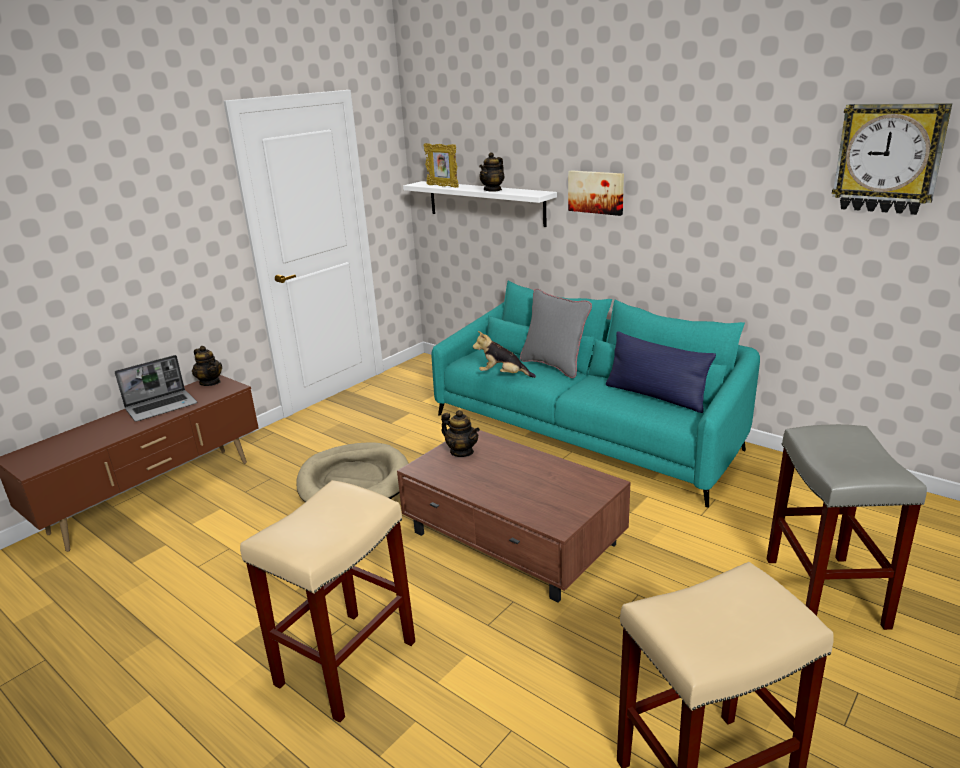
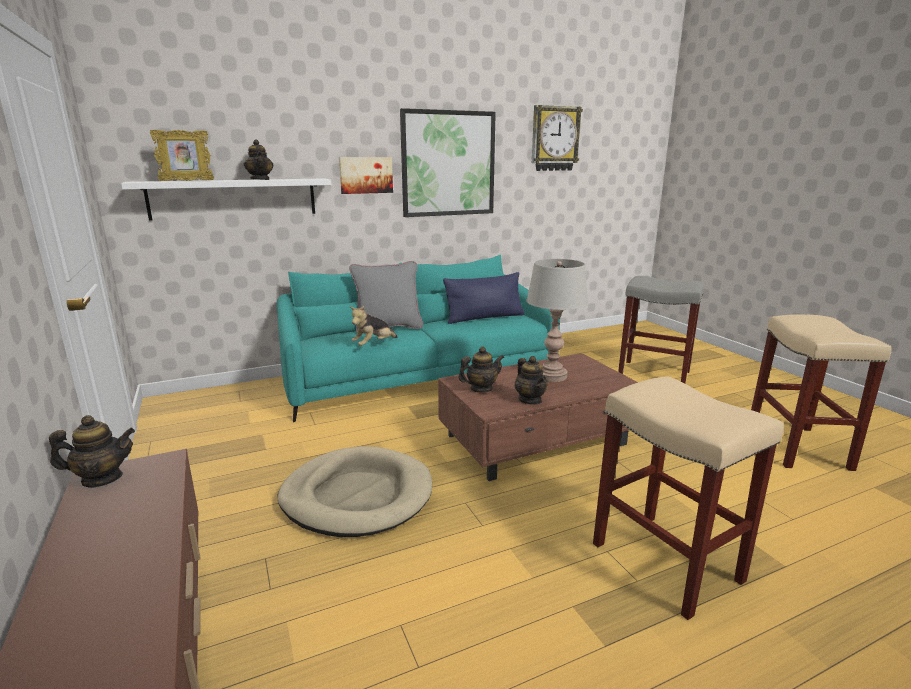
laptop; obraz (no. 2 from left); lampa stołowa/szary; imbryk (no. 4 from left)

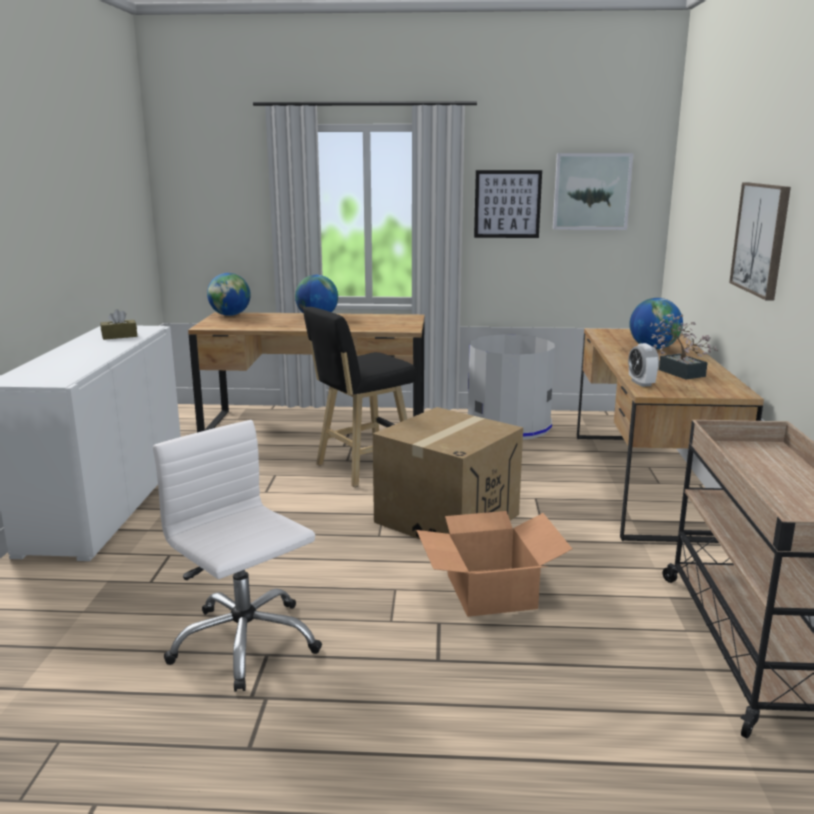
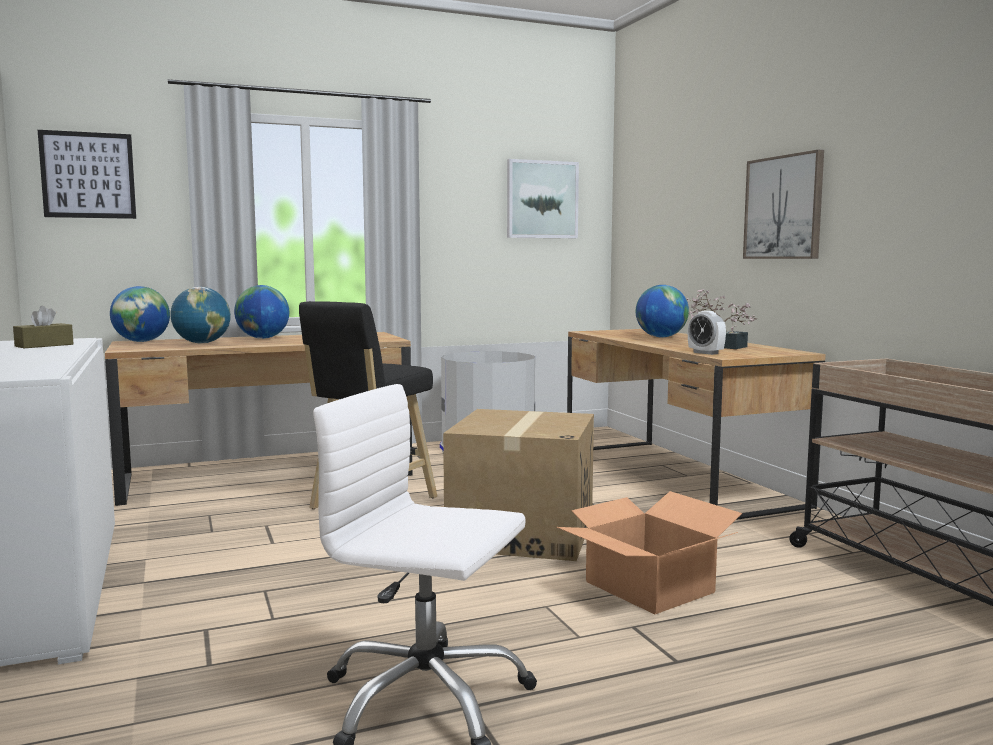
obraz (no. 1 from left); globus (no. 2 from left)

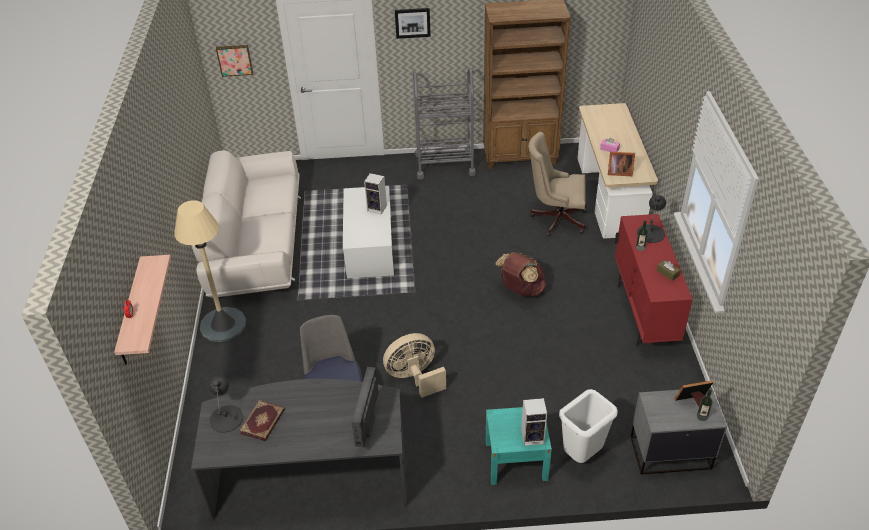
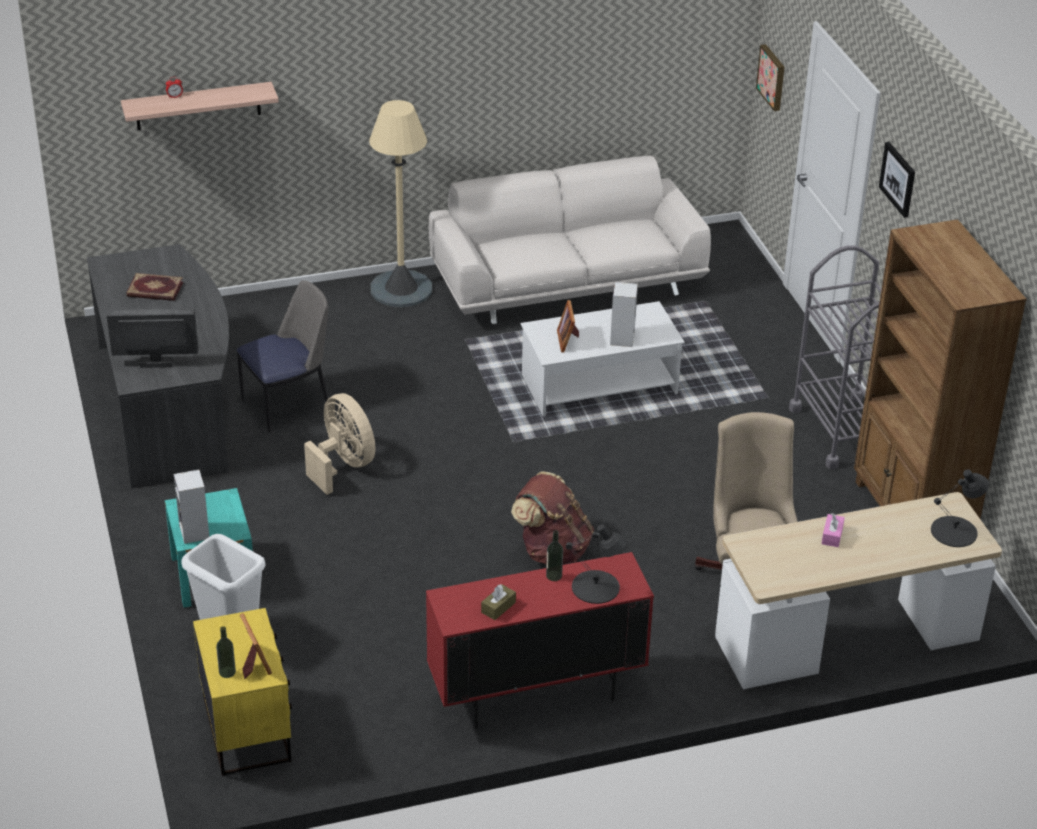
ramka na zdjęcie (no. 2 from left); lampa stołowa/czarny (no. 2 from left); szafka nocna/żółty

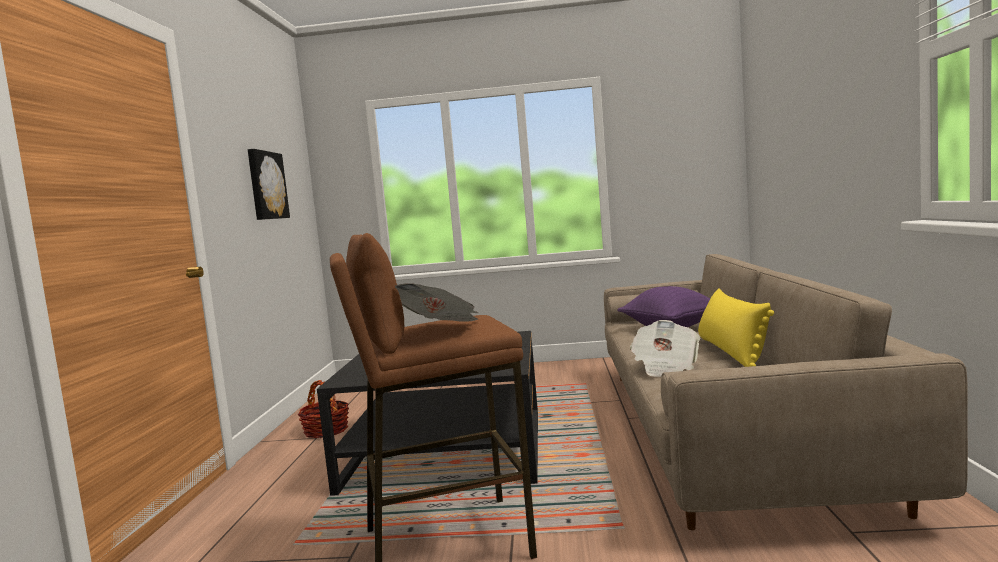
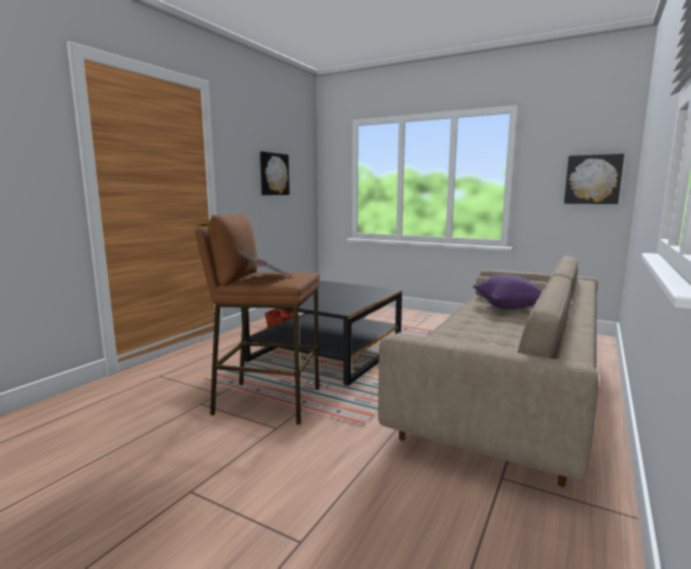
poduszka/żółty; gazeta (no. 2 from left in the first image); obraz (no. 2 from left)

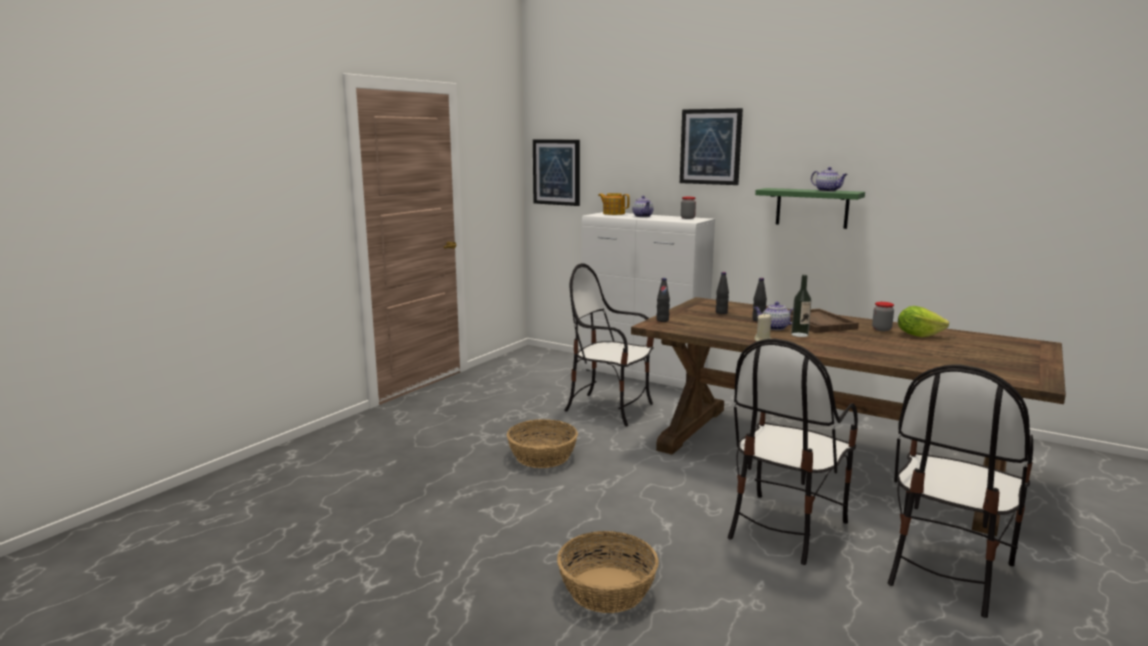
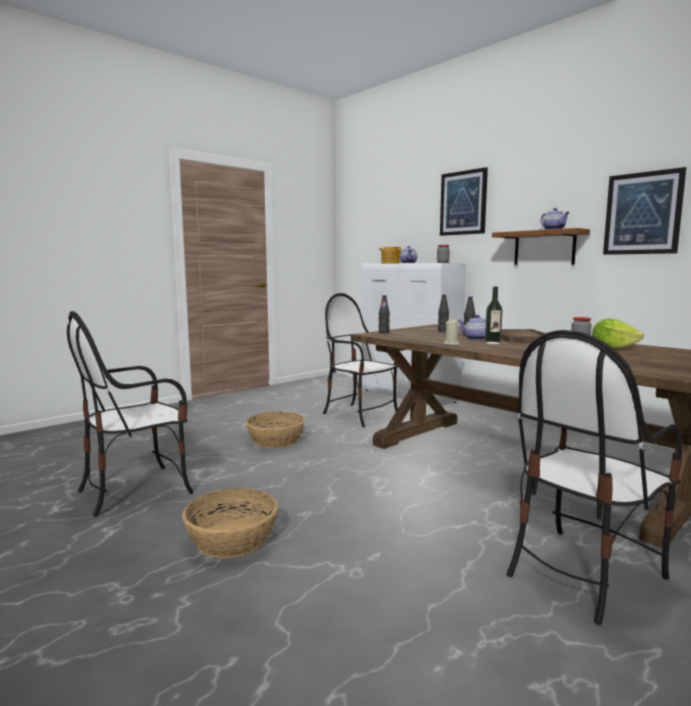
obraz (no. 2 from left); półka/brązowy; krzesło (no. 1 from left)

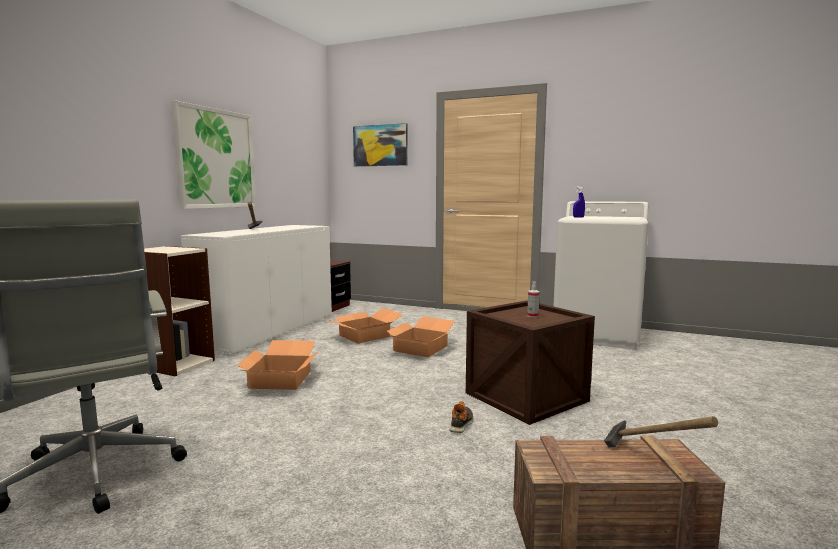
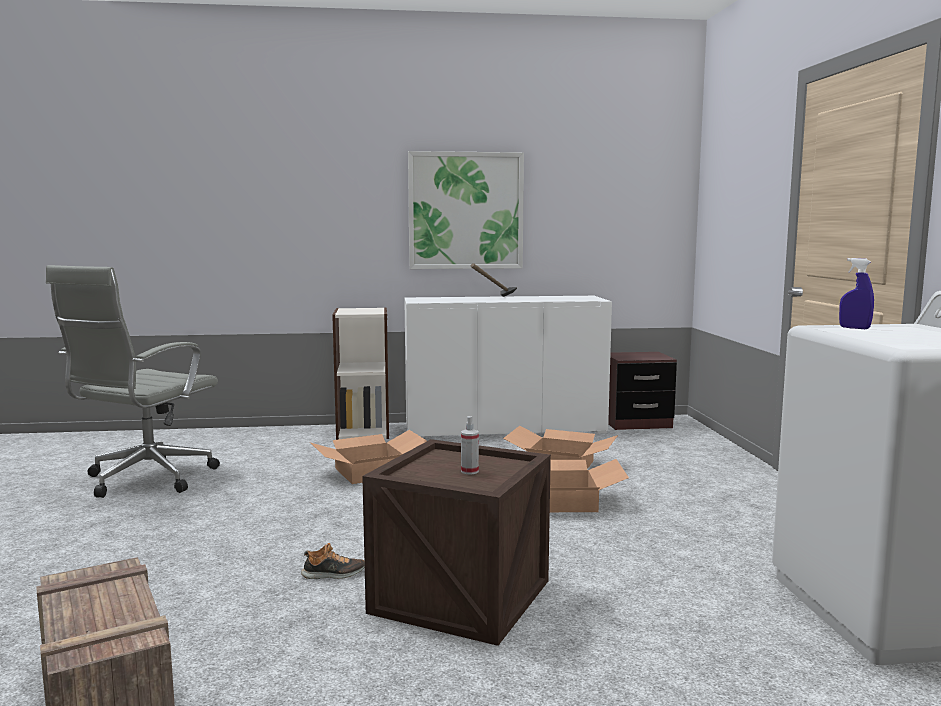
obraz (no. 2 from left in the first image); młotek (no. 2 from left in the first image)

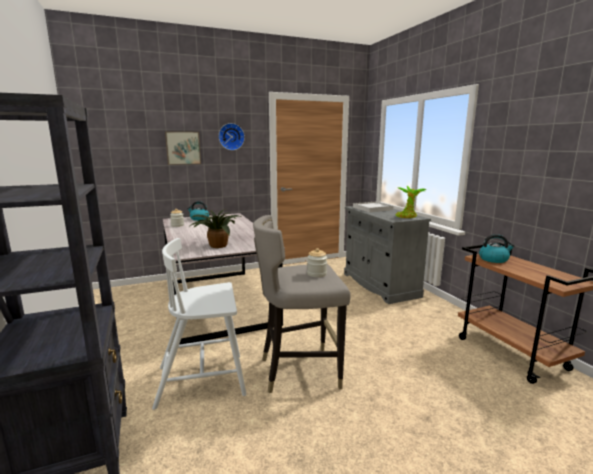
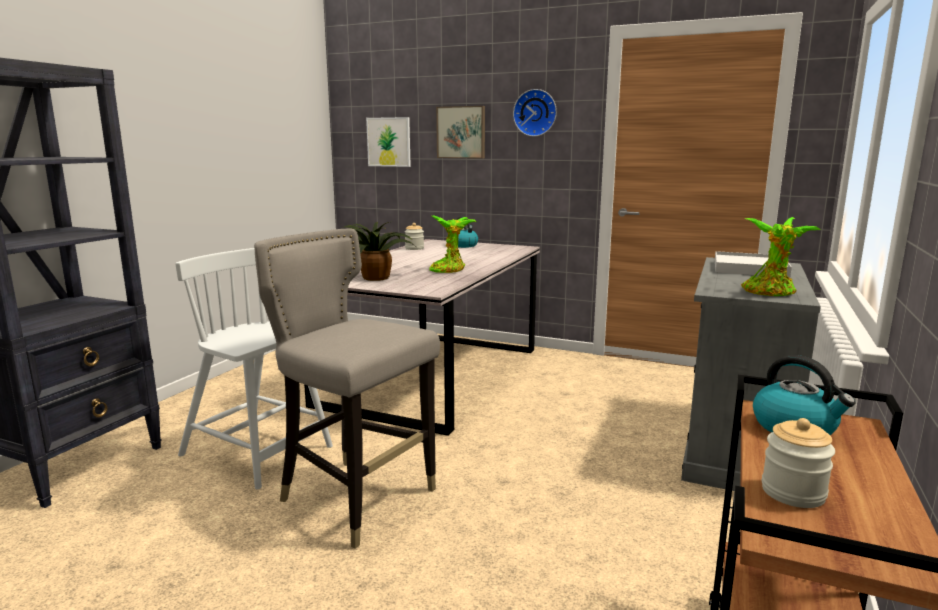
słoik (no. 2 from left); obraz (no. 1 from left); roślina doniczkowa (no. 2 from left)

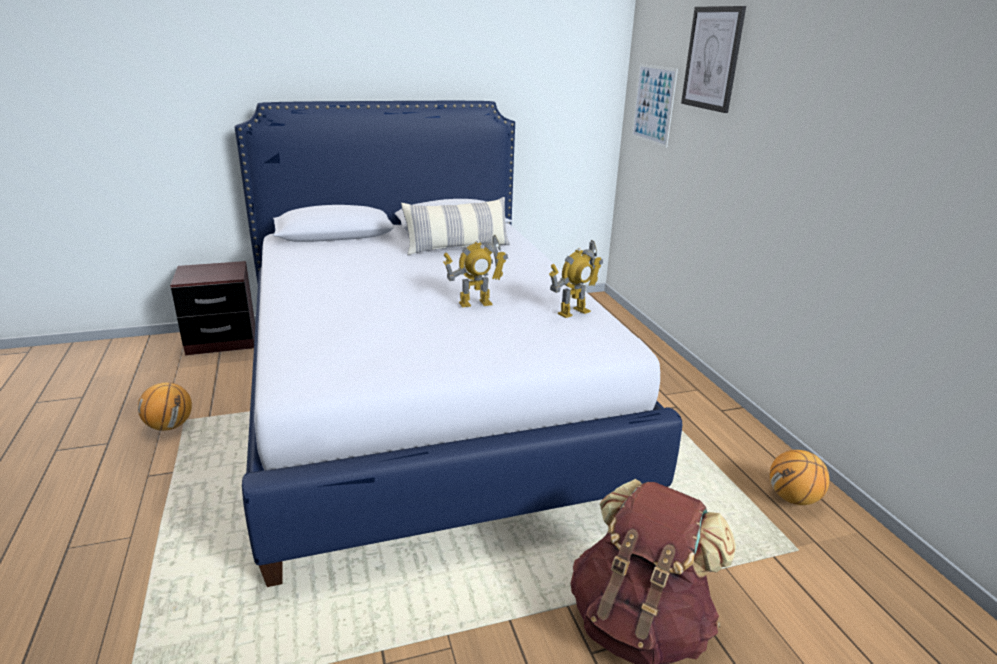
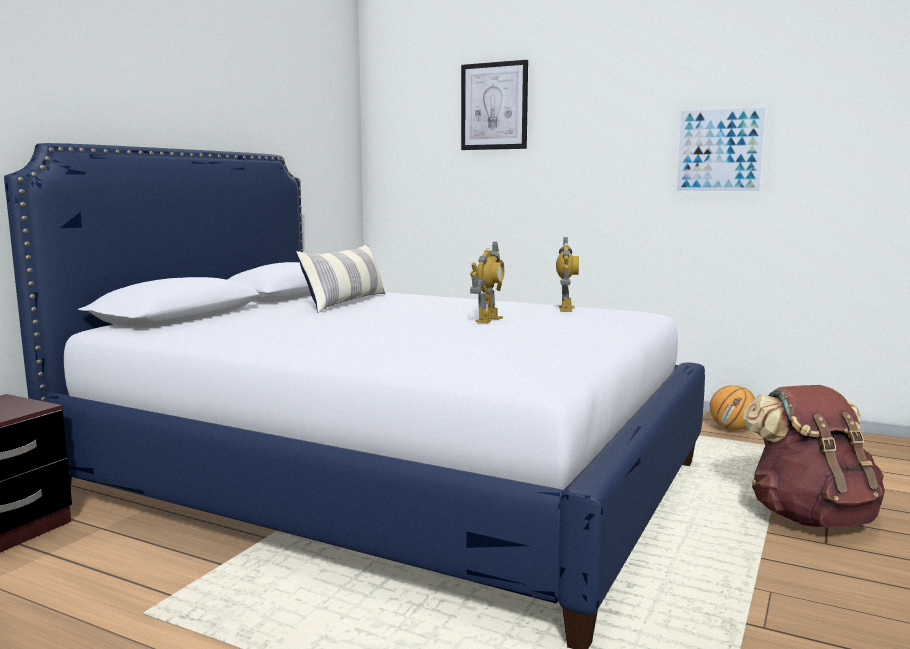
obraz (no. 2 from left); piłka do koszykówki (no. 1 from left in the first image)

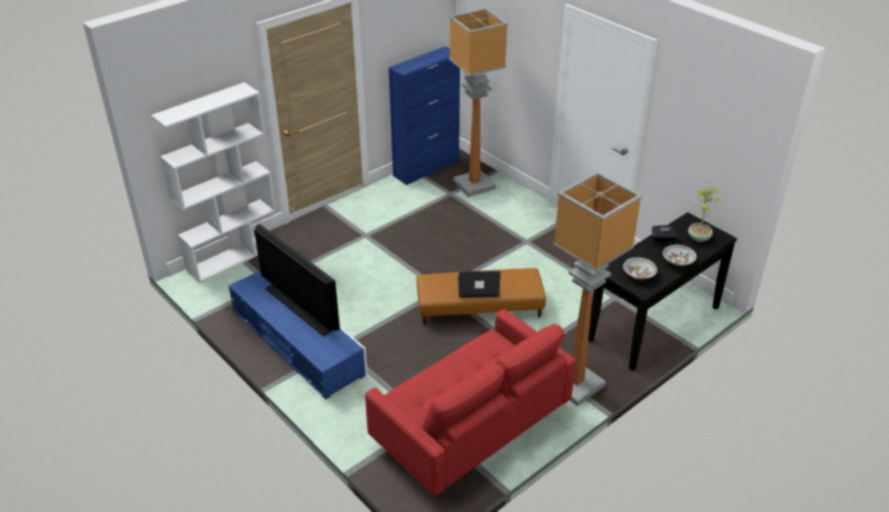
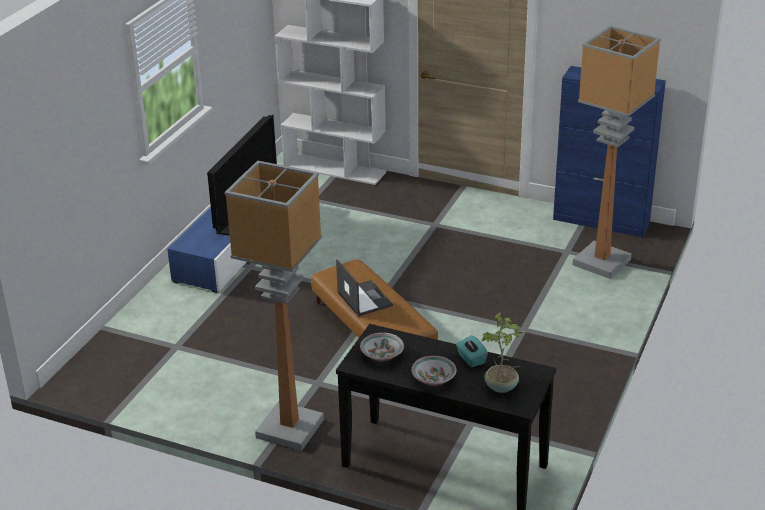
pudełko chusteczek/turkusowy; kanapa/czerwony

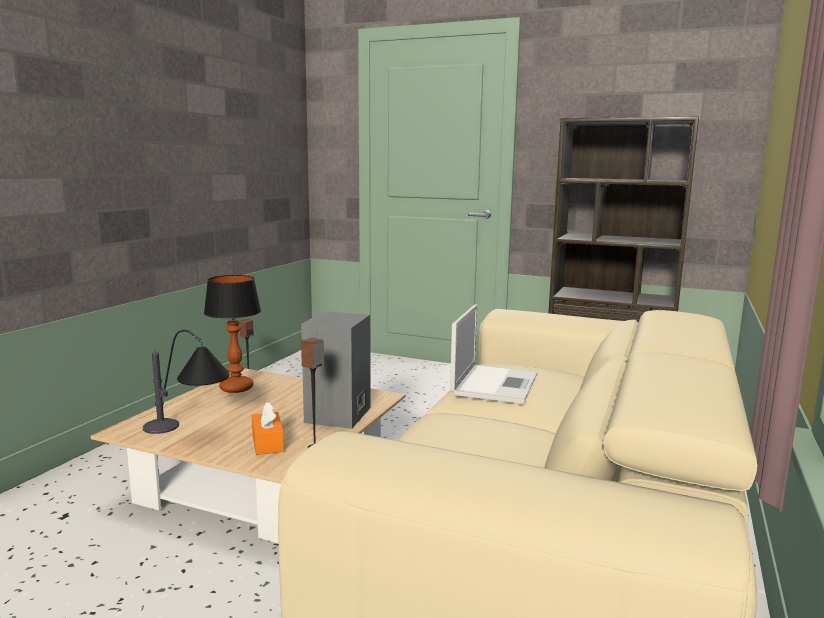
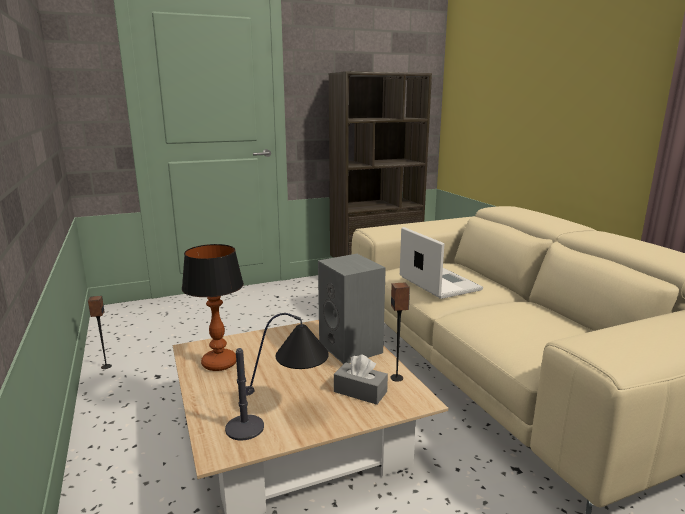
pudełko chusteczek/szary

